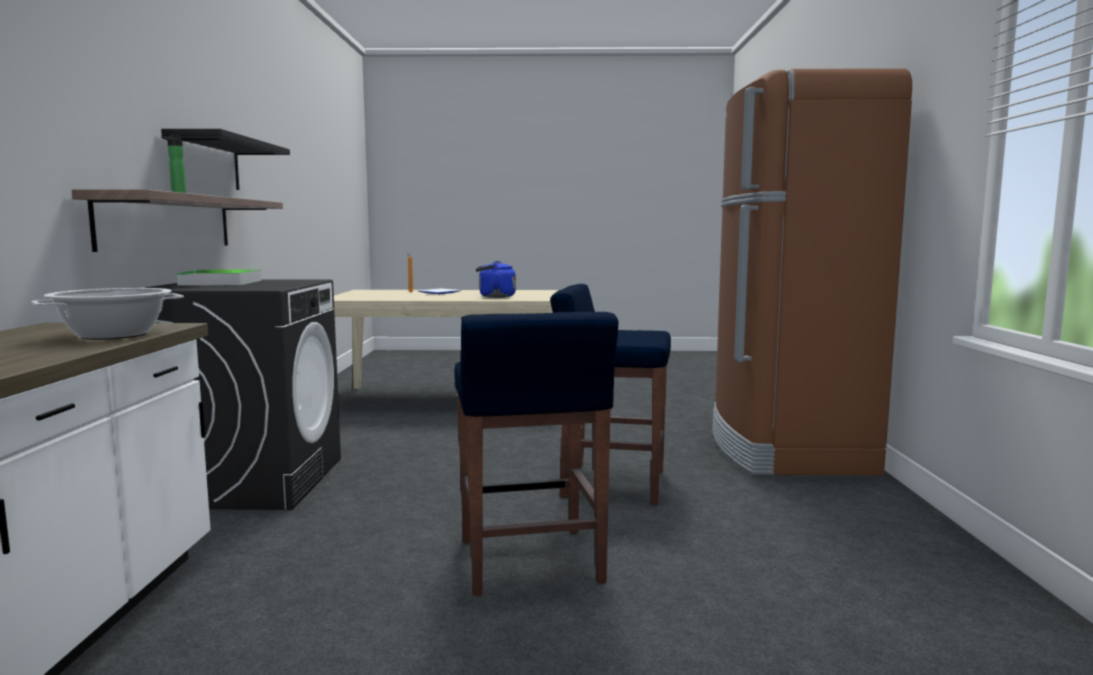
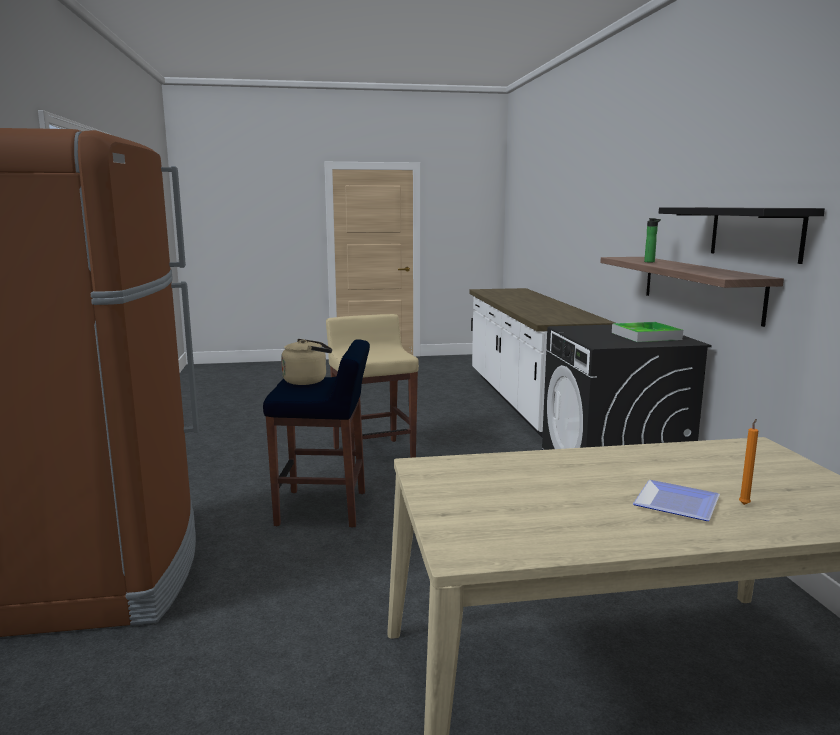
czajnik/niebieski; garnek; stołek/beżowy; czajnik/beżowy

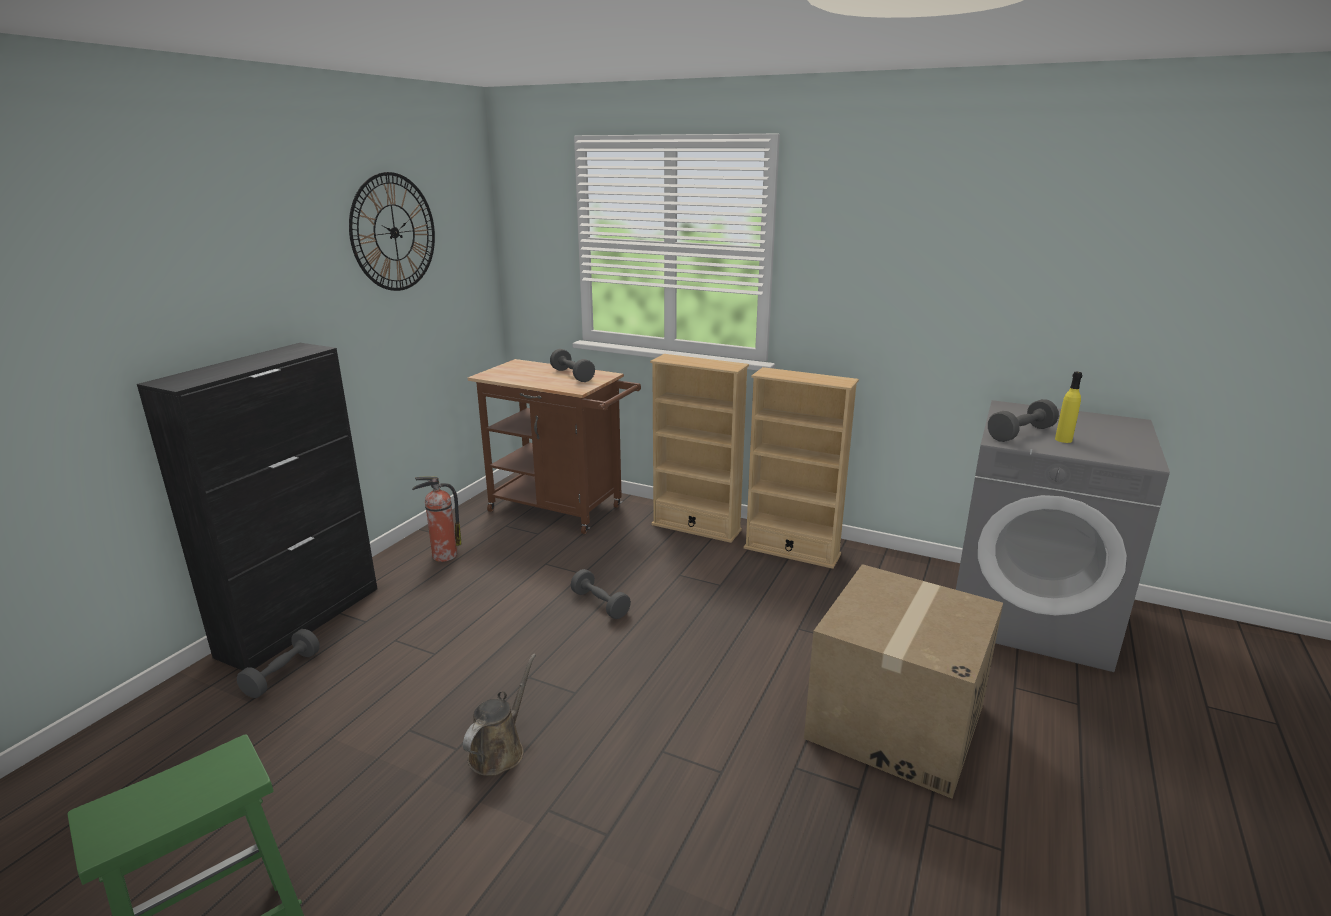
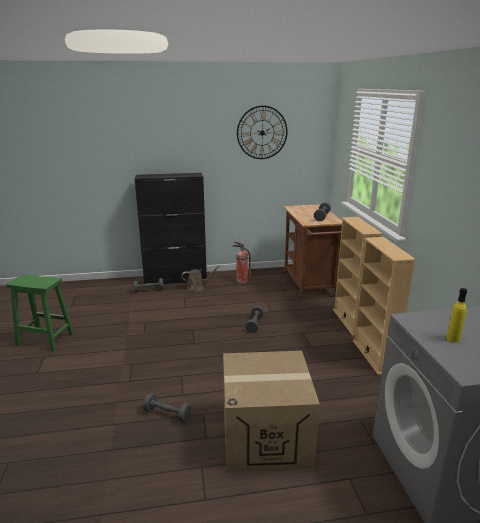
hantel/szary (no. 2 from left); konewka/brązowy

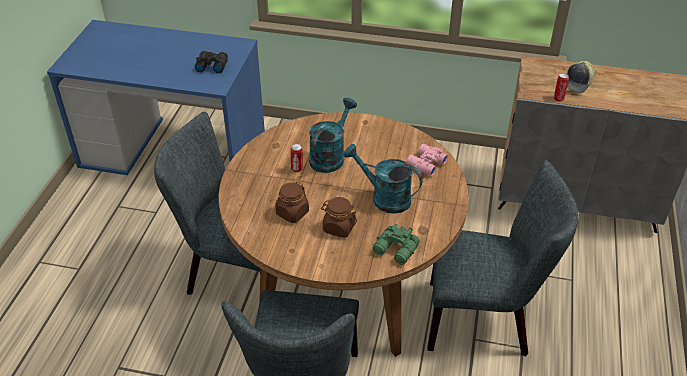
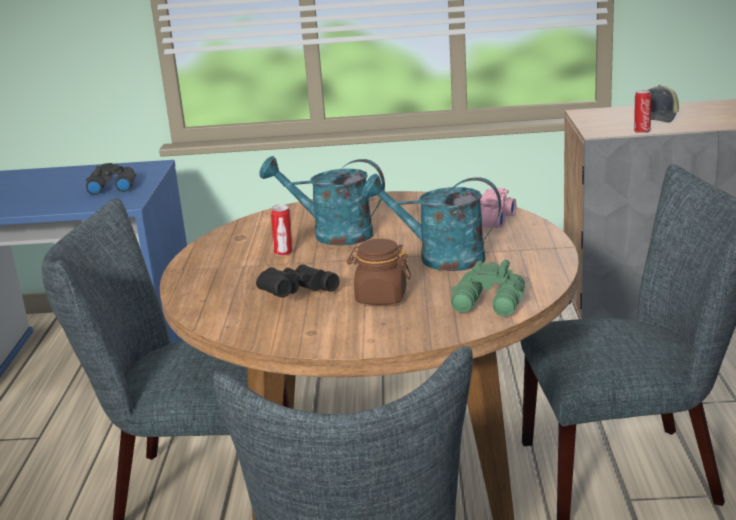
konewka/turkusowy (no. 1 from left); lornetka/czarny (no. 2 from left)

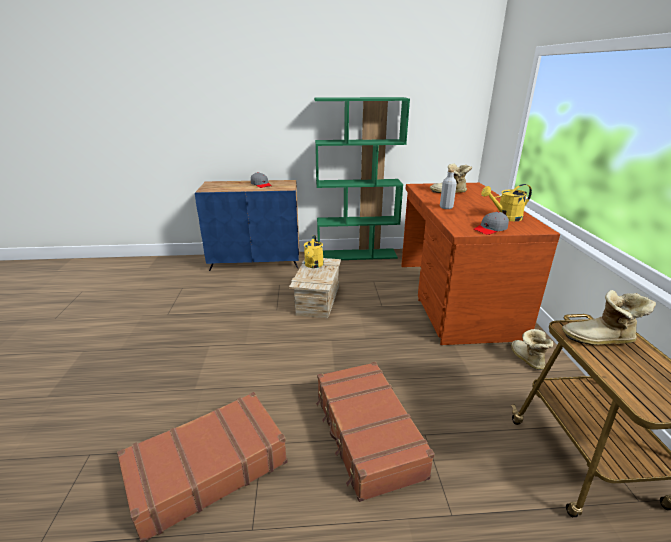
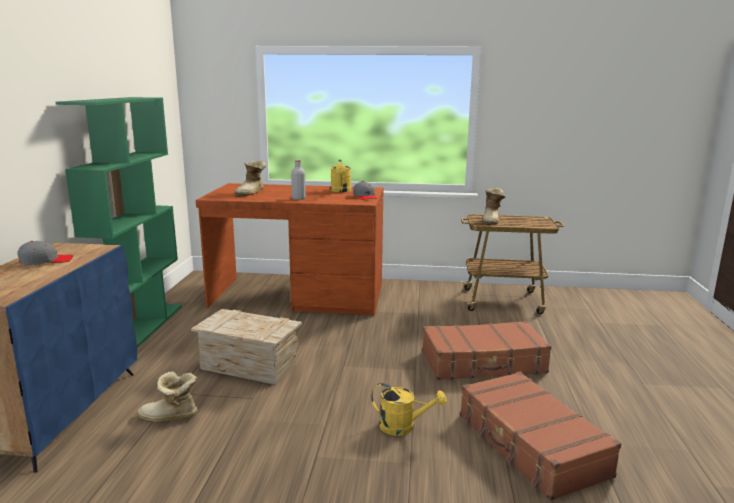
konewka/żółty (no. 2 from left); but z cholewką (no. 1 from left)

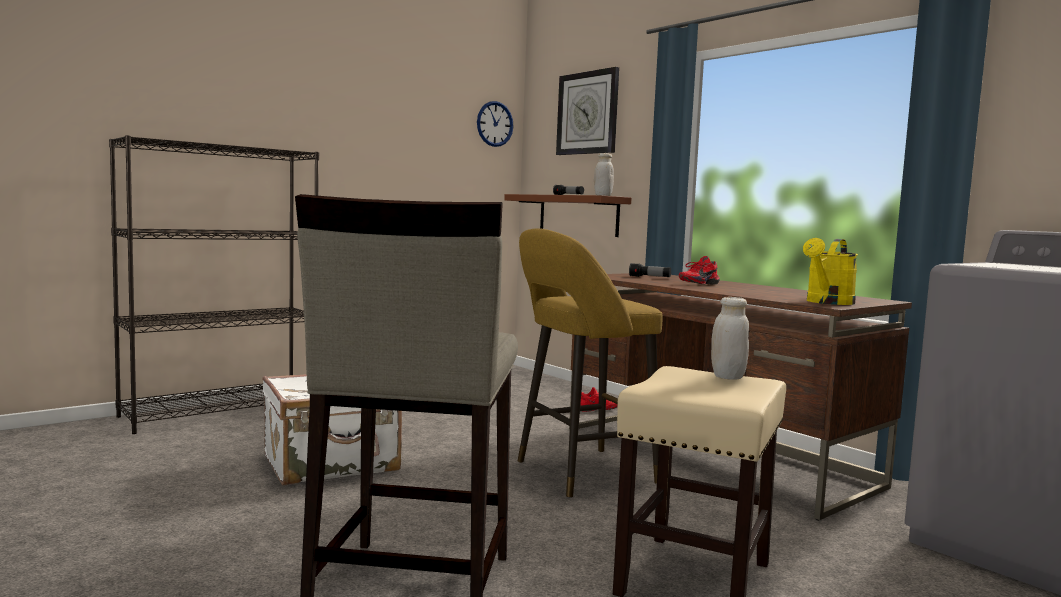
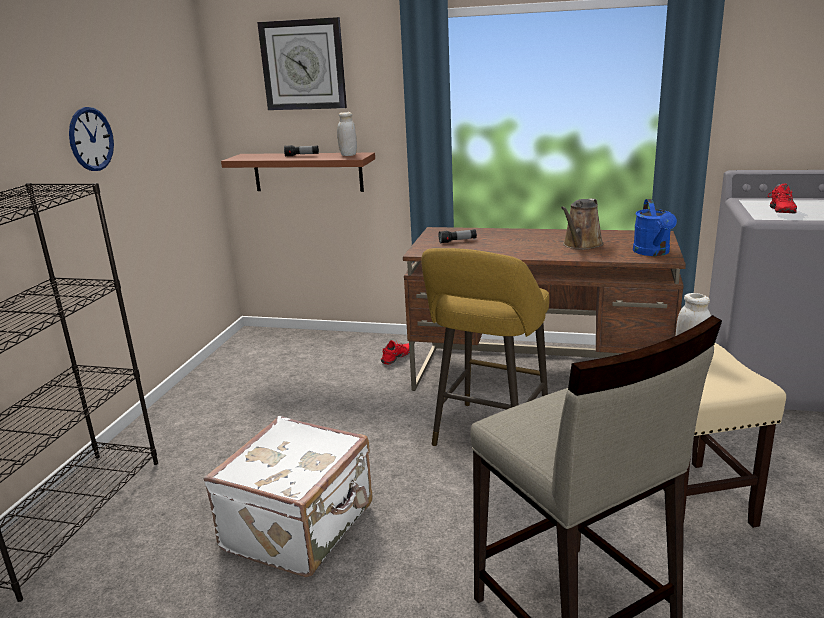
zegar ścienny (no. 1 from left); konewka/niebieski; but/czerwony (no. 2 from left); konewka/brązowy

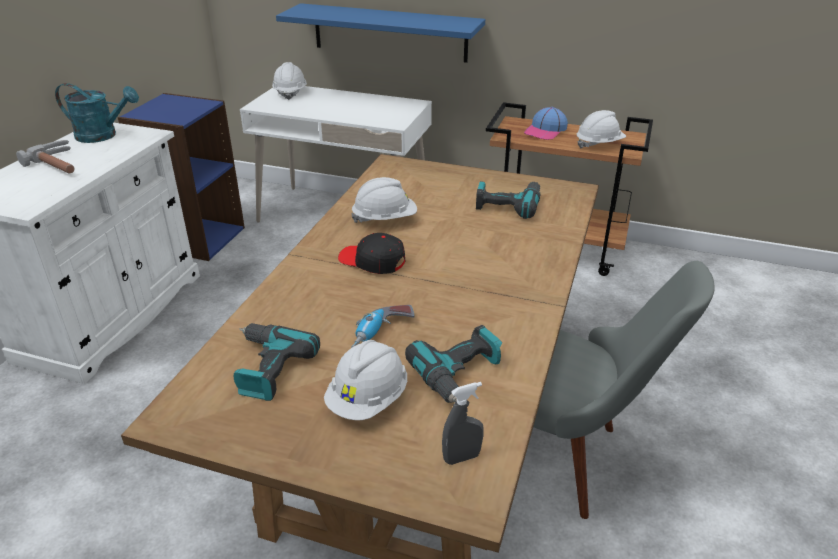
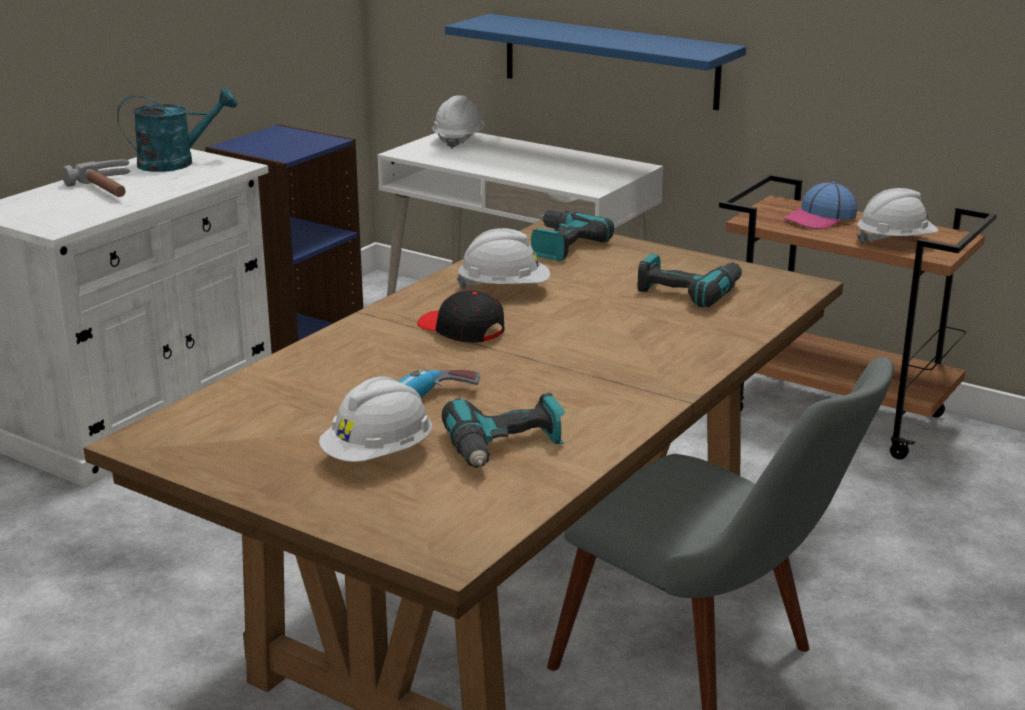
konewka/turkusowy; wiertarka (no. 3 from left); spryskiwacz/szary

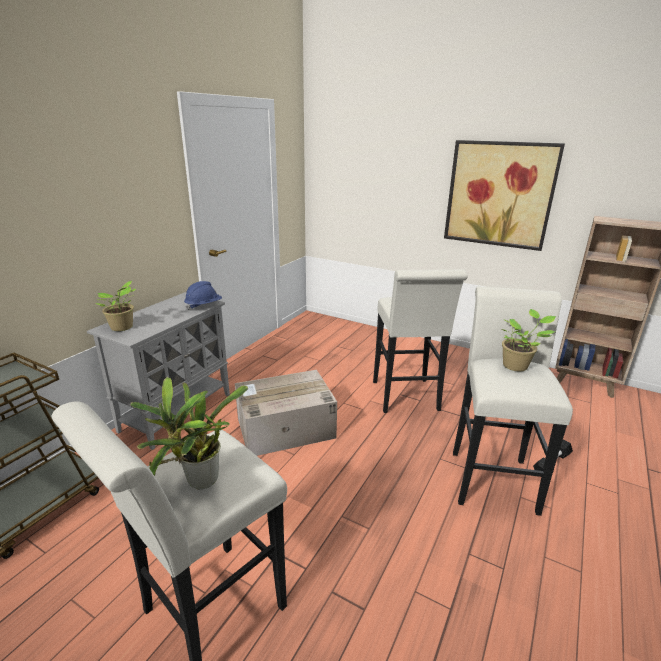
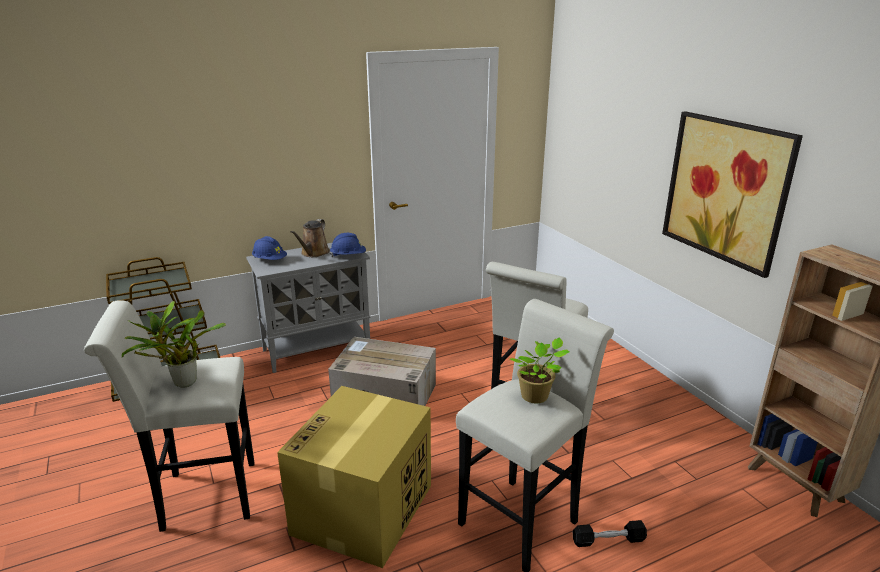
kask/niebieski (no. 1 from left); konewka/brązowy; karton (no. 1 from left)

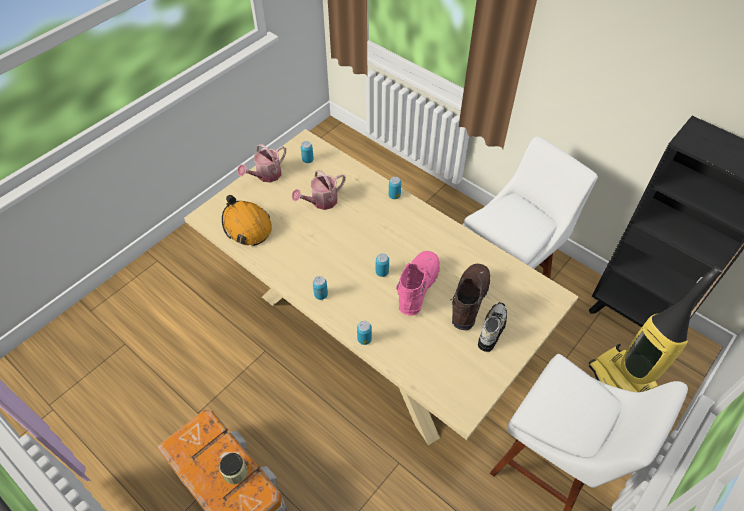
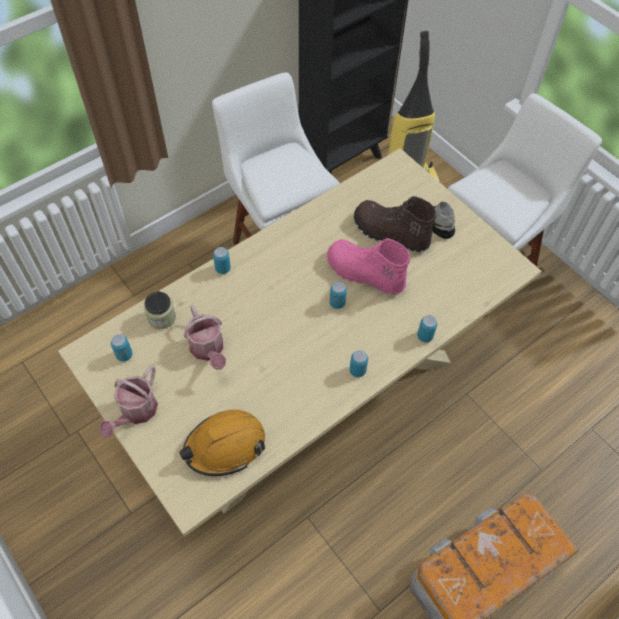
konewka (no. 1 from left); słoik

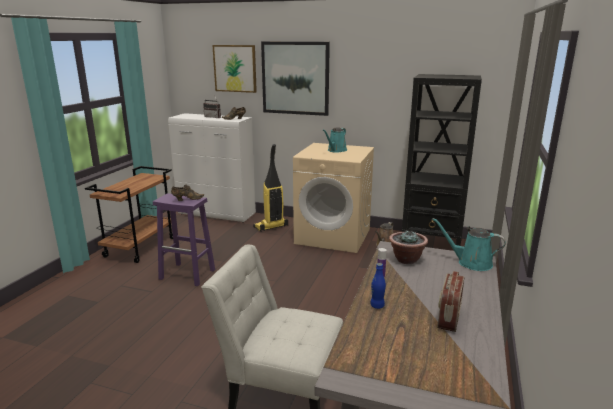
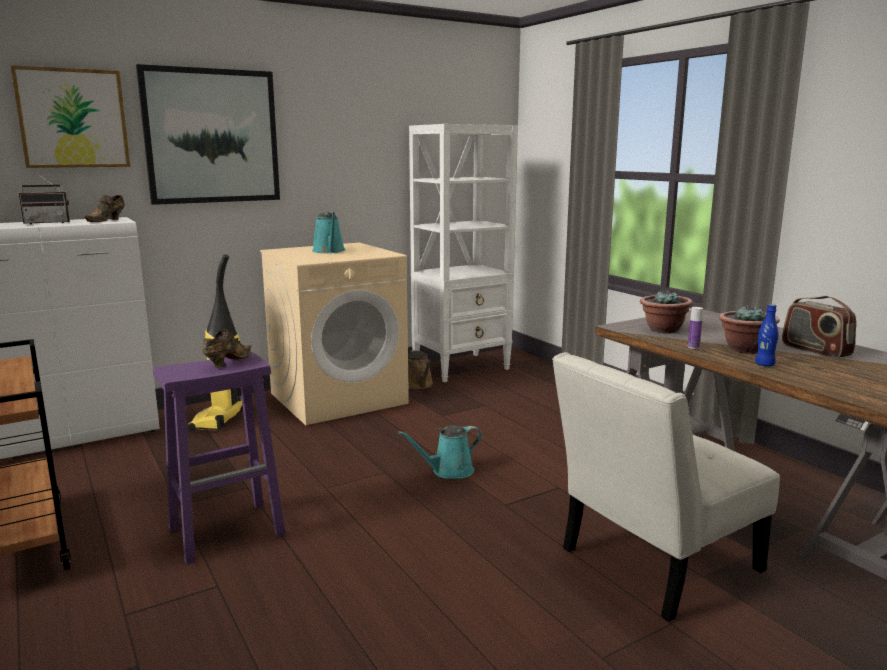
regał/biały; konewka/turkusowy (no. 2 from left); roślina doniczkowa (no. 2 from left)

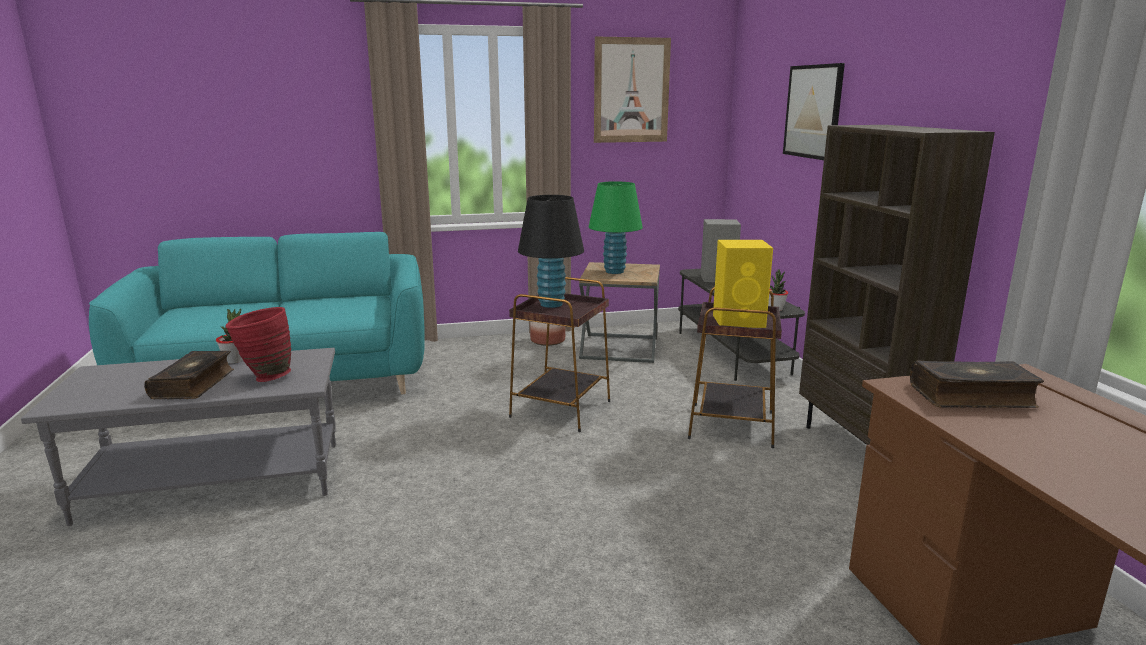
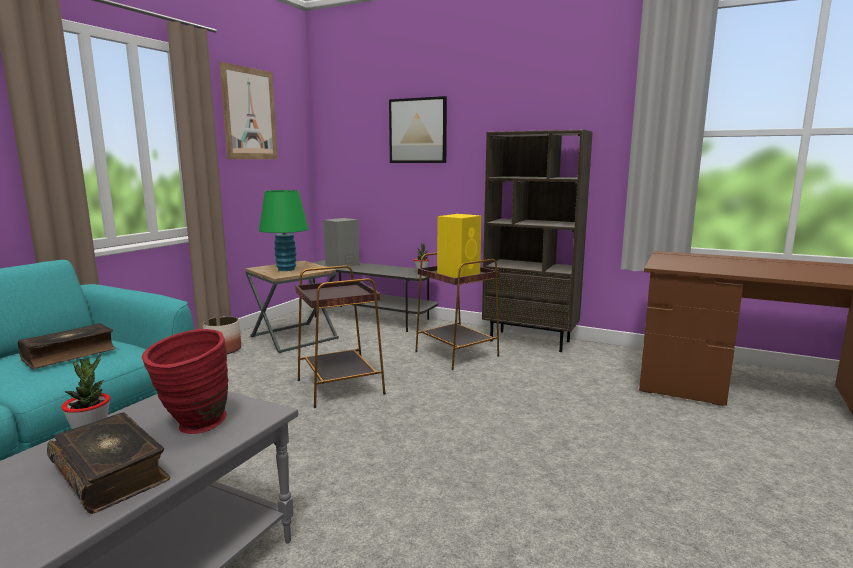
lampa stołowa/czarny; książka (no. 1 from left)

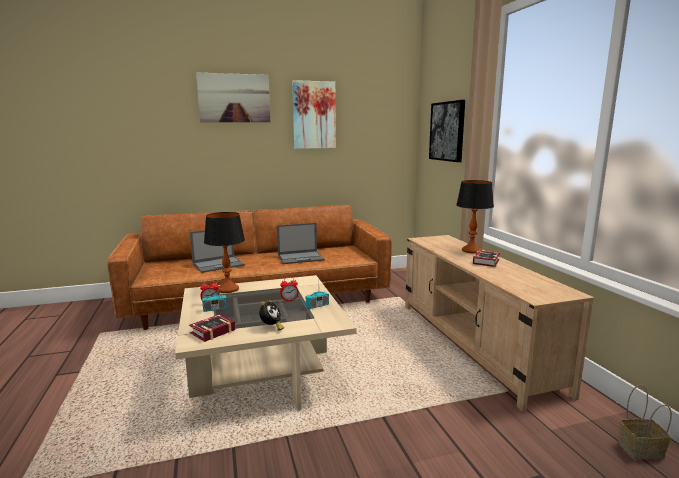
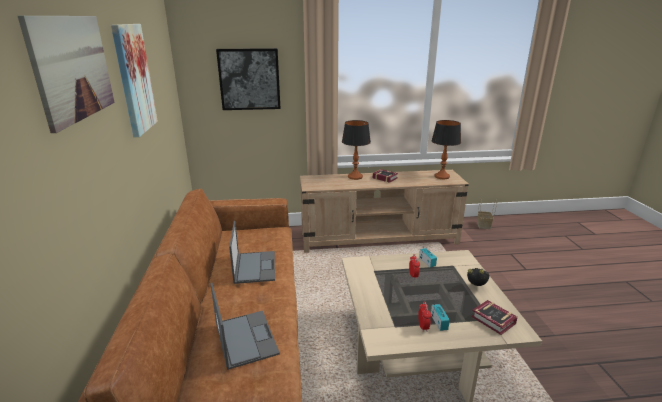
lampa stołowa (no. 2 from left)

